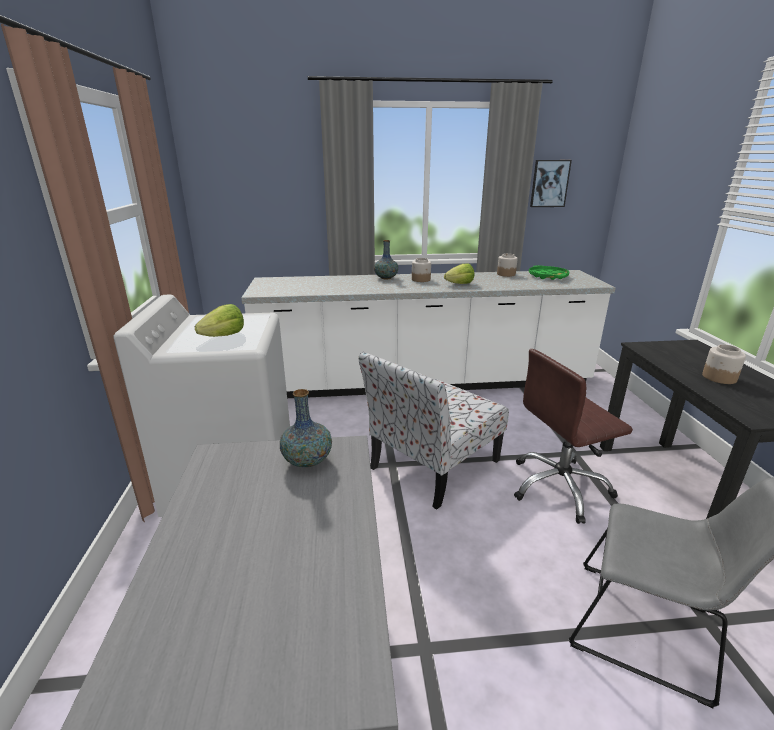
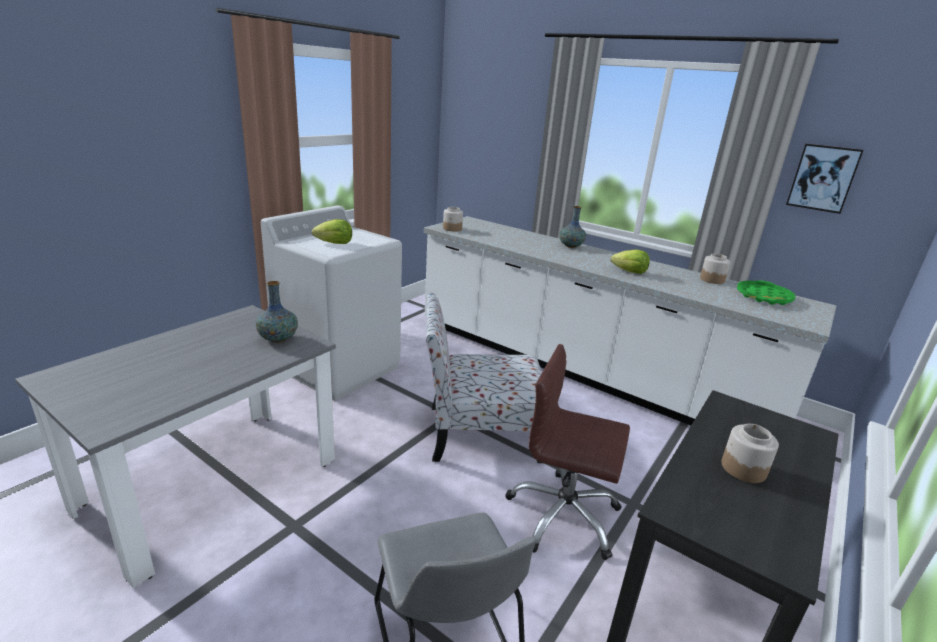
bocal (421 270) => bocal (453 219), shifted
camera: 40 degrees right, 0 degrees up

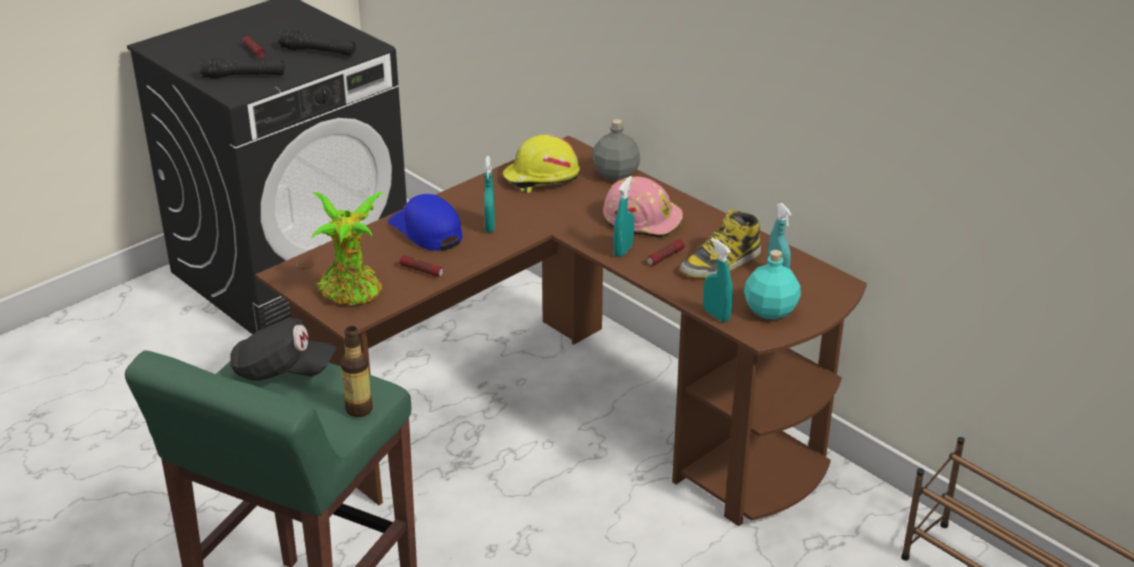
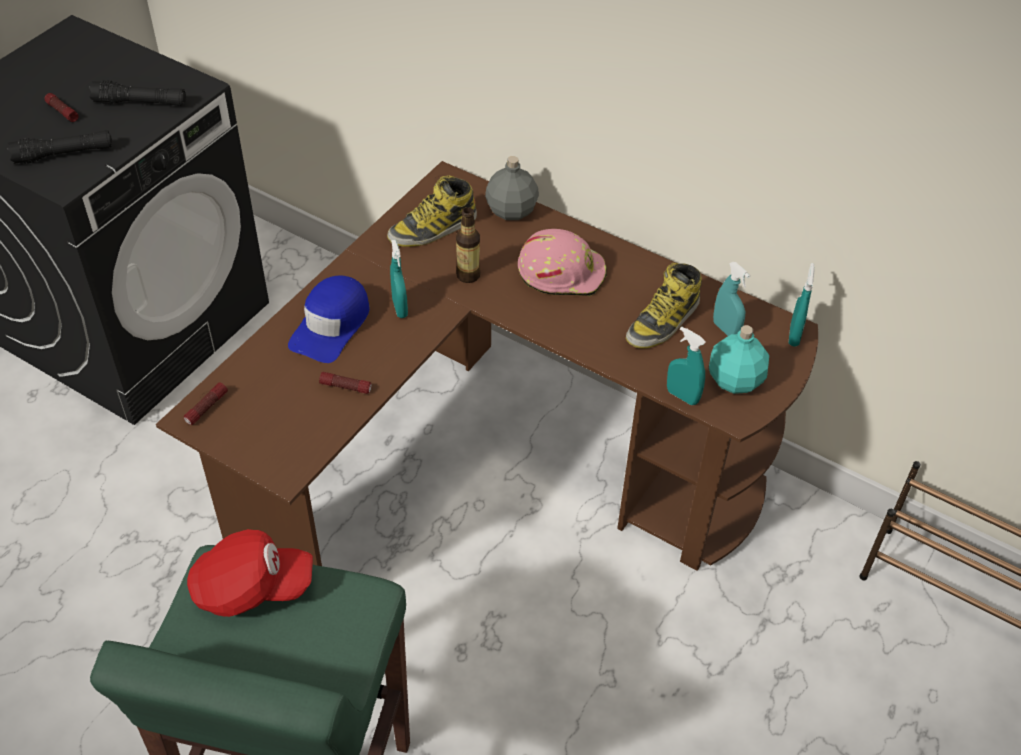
plante en pot (349 248) => nothing
bouteille (356 371) => bouteille (468 245), shifted
vaporisateur (turquoise) (623 216) => vaporisateur (turquoise) (801 305), shifted
lampe de poche (666 252) => lampe de poche (206 403), shifted
casque de chantier (jaune) (541 164) => botte (432 211)
casquette (noir) (283 349) => casquette (rouge) (250 573)
casquette (bleu) (425 222) => casquette (bleu) (329 319), 105 degrees counterclockwise
camera: 15 degrees left, 15 degrees up

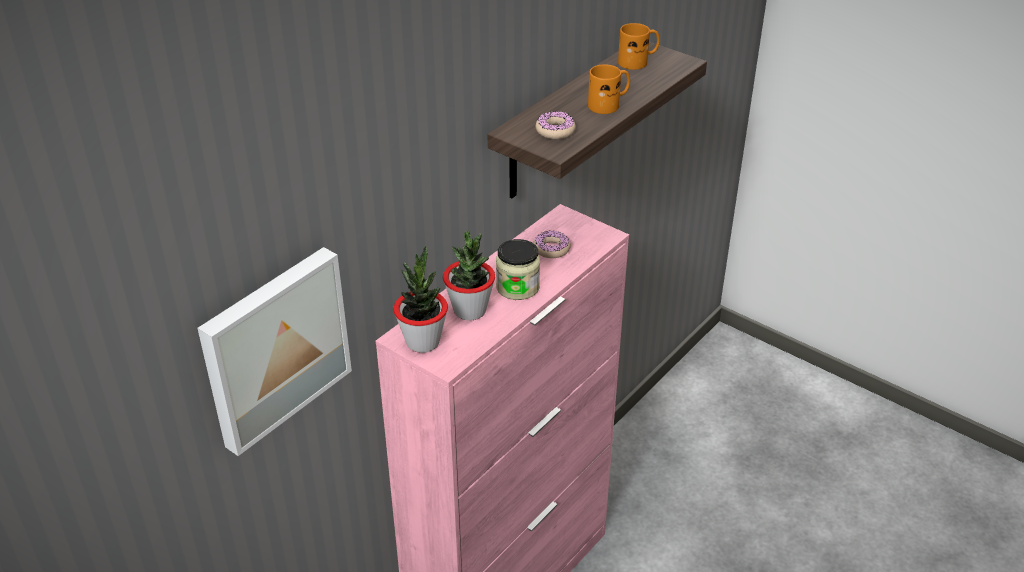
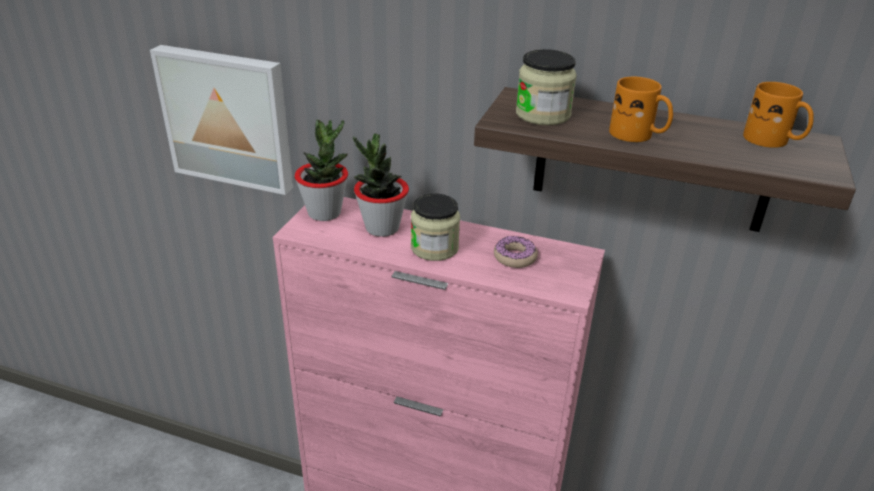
beignet (556 125) => bocal (546 87)
camera: 70 degrees right, 5 degrees down

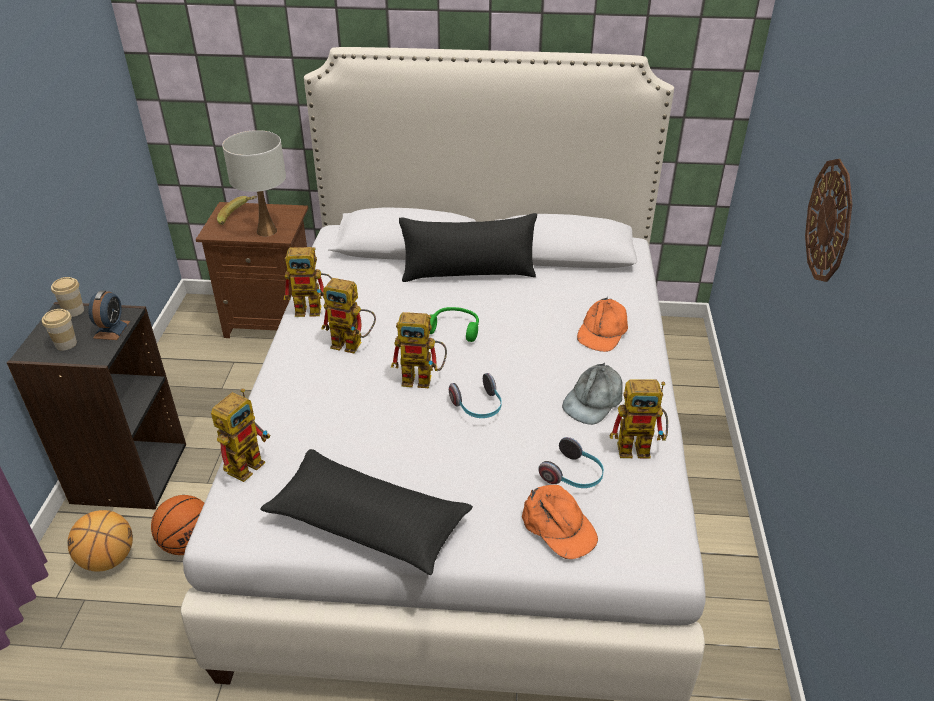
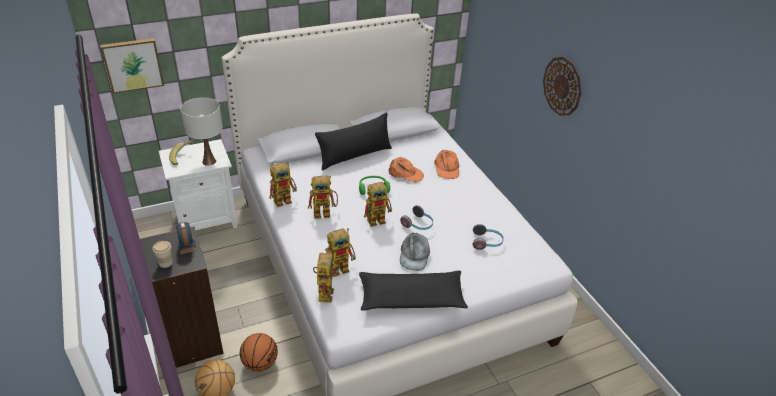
tasse (67 297) => nothing
nothing => tableau (132 66)
casquette (orange) (560 522) => casquette (orange) (406 169), shifted
casquette (gris) (592 394) => casquette (gris) (415 251), shifted
robot jouet (639 419) => robot jouet (341 252), shifted
table de chevet (marron) (252 270) => table de chevet (blanc) (198 184)
camera: 30 degrees left, 0 degrees up

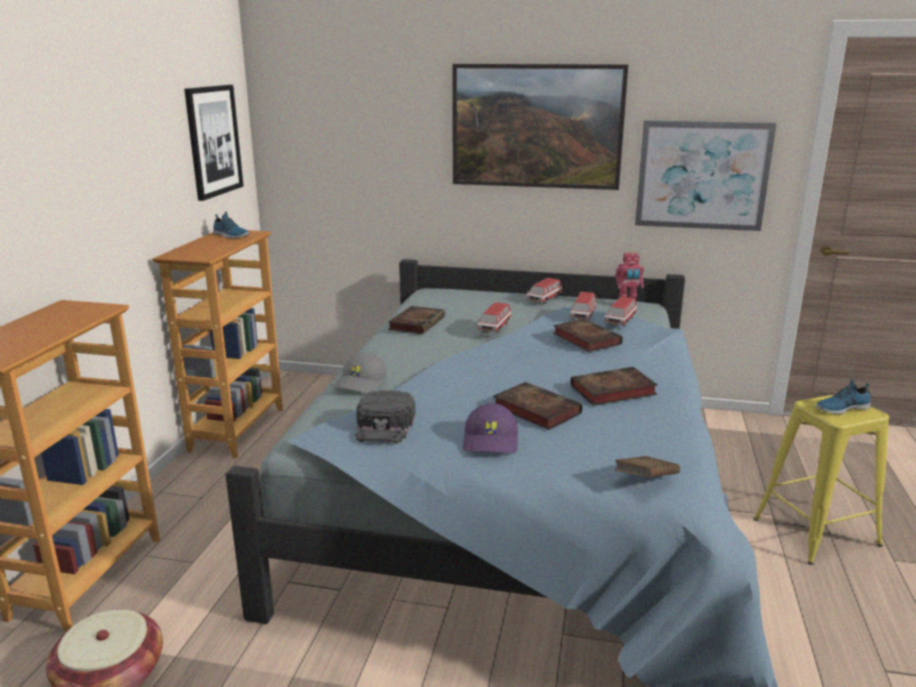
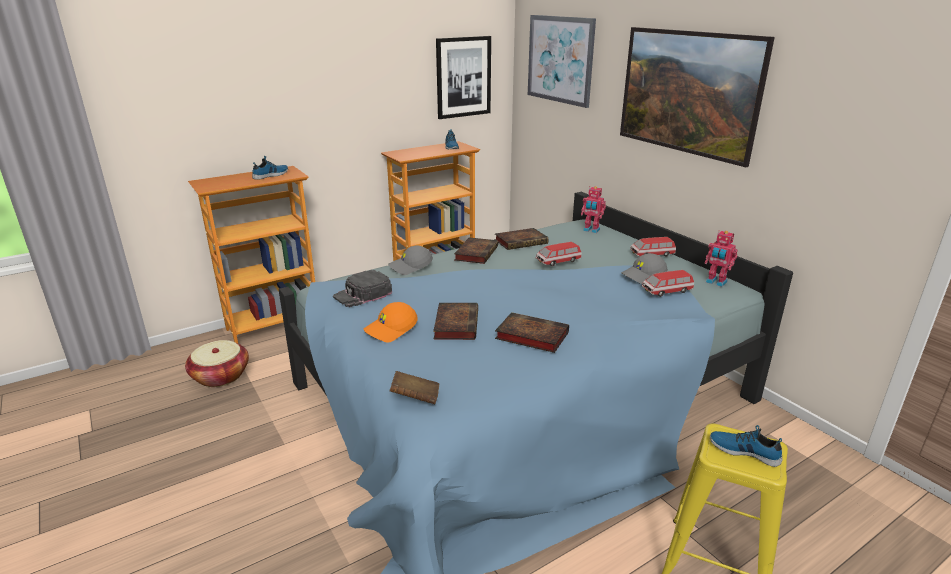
nothing => chaussure (270 168)
nothing => robot jouet (593 209)
livre (588 335) => livre (476 250), shifted
tableau (705 175) => tableau (562 61), shifted
petite voiture (582 306) => casquette (gris) (644 268)
casquette (violet) (490 428) => casquette (orange) (391 322)
camera: 45 degrees right, 5 degrees up

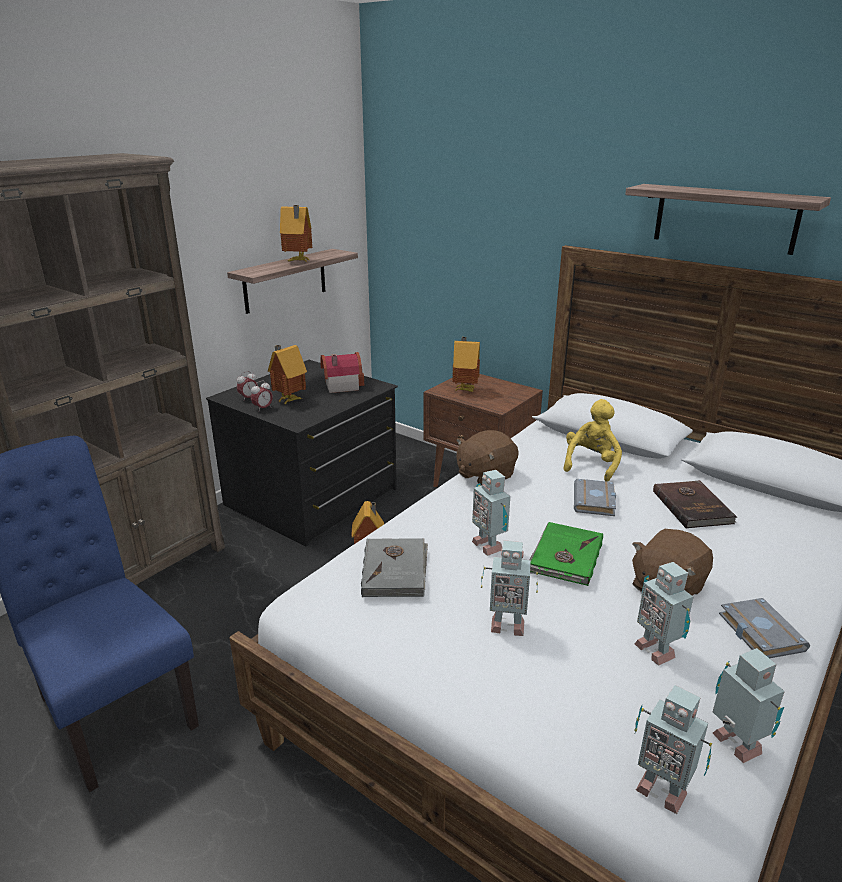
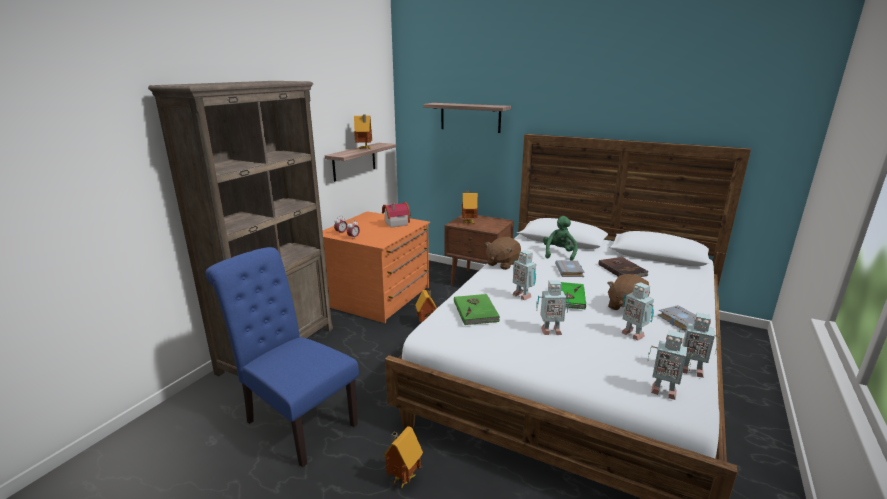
maison miniature (287 375) => maison miniature (403 457), shifted
étagère (728 219) => étagère (467 118), shifted
commode (noir) (302 453) => commode (orange) (376 267)
livre (gris) (394 567) => livre (vert) (477 309)
peluche (jaune) (593 440) => peluche (vert) (560 238)
robot jouet (749 705) => robot jouet (699 345), 150 degrees clockwise
camera: 10 degrees left, 5 degrees down

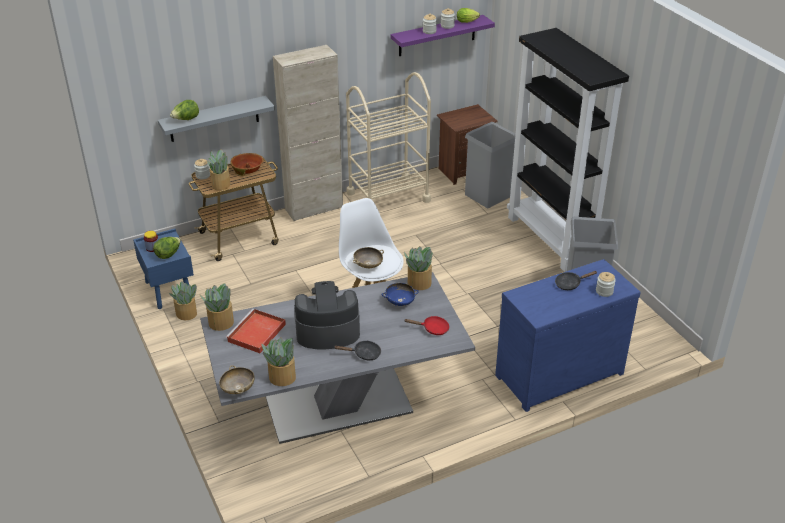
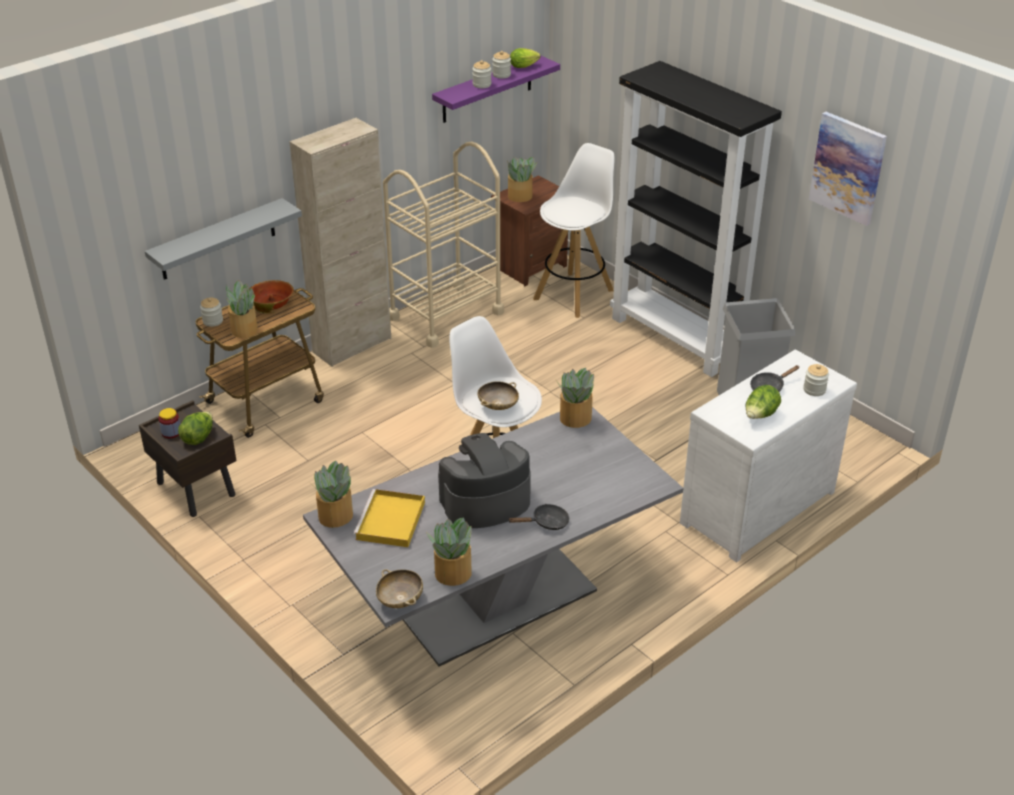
bol (bleu) (400 294) => nothing
poêle (rouge) (426 325) => nothing
nothing => tableau (848 169)
plante en pot (183 300) => plante en pot (522 179), shifted
laitue (184 110) => laitue (763 402), shifted
poubelle (gris) (490 165) => tabouret (blanc) (574 230)
table de chevet (bleu) (163 269) => table de chevet (marron) (187 458)
plateau (rouge) (256 331) => plateau (jaune) (389 518)
commode (bleu) (568 335) => commode (blanc) (768 455)
camera: 15 degrees left, 0 degrees up

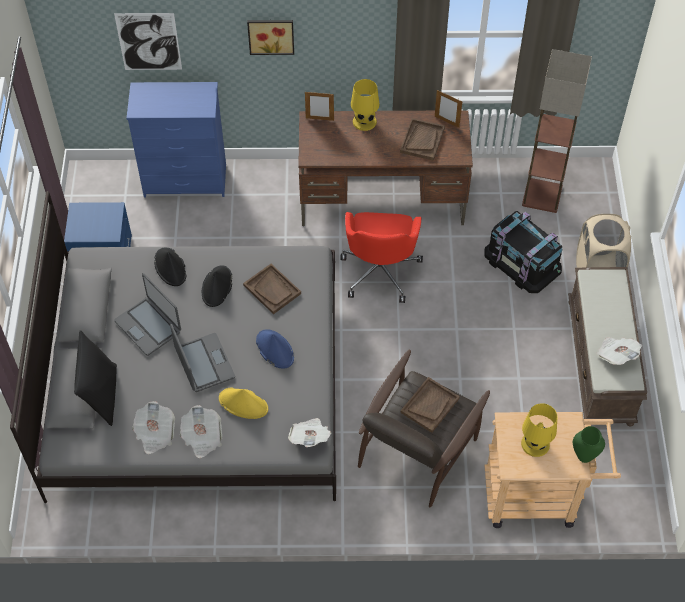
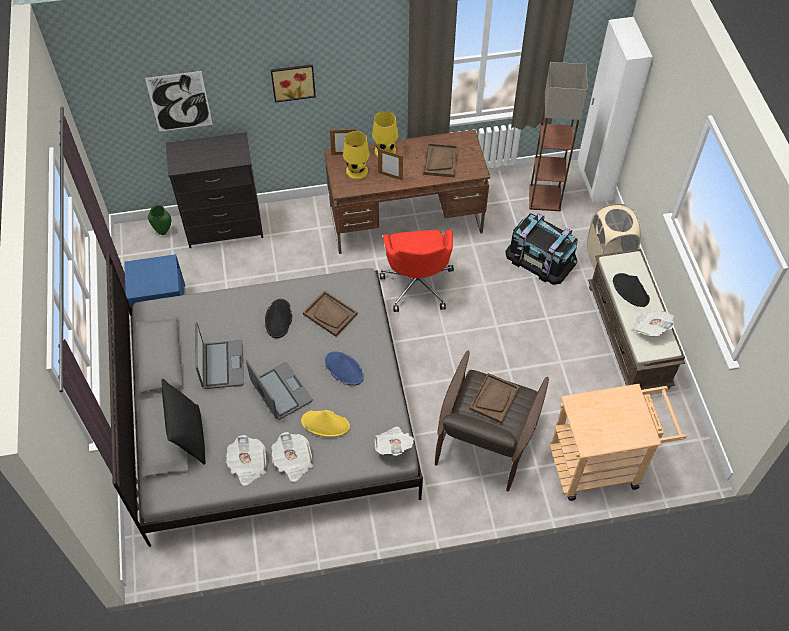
nothing => armoire (blanc) (615 110)
chapeau (noir) (170 267) => chapeau (noir) (631 290), shifted
cadre photo (448 109) => cadre photo (390 164), shifted
lampe de table (jaune) (539 430) => lampe de table (jaune) (356 155), shifted
vase (vert) (589 444) => vase (vert) (159 220), shifted
commode (bleu) (176 139) => commode (noir) (214 190)
ordinateur portable (147 314) => ordinateur portable (219 355), 135 degrees counterclockwise
camera: 10 degrees left, 0 degrees up

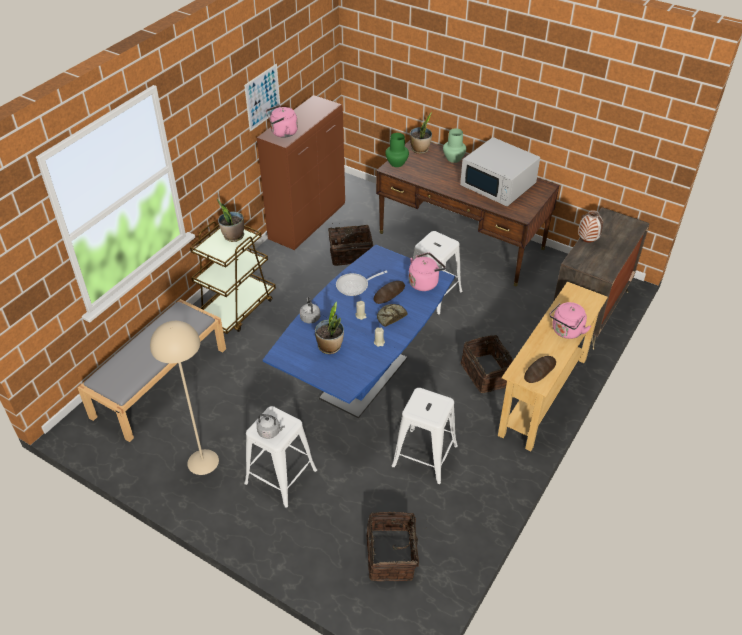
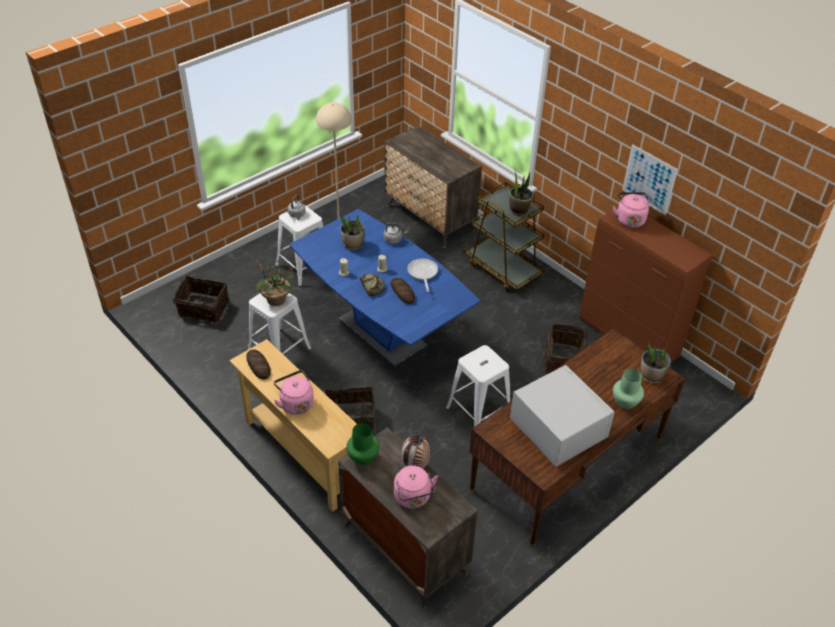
nothing => plante en pot (275 283)
vase (vert) (397 150) => vase (vert) (362 444), shifted
bouilloire (rose) (427 271) => bouilloire (rose) (416 487), shifted
banc (gris) (152 370) => commode (433 187)
micro-ondes (blanc) (500 171) => micro-ondes (blanc) (562 416), 90 degrees clockwise
camera: 105 degrees right, 0 degrees up

